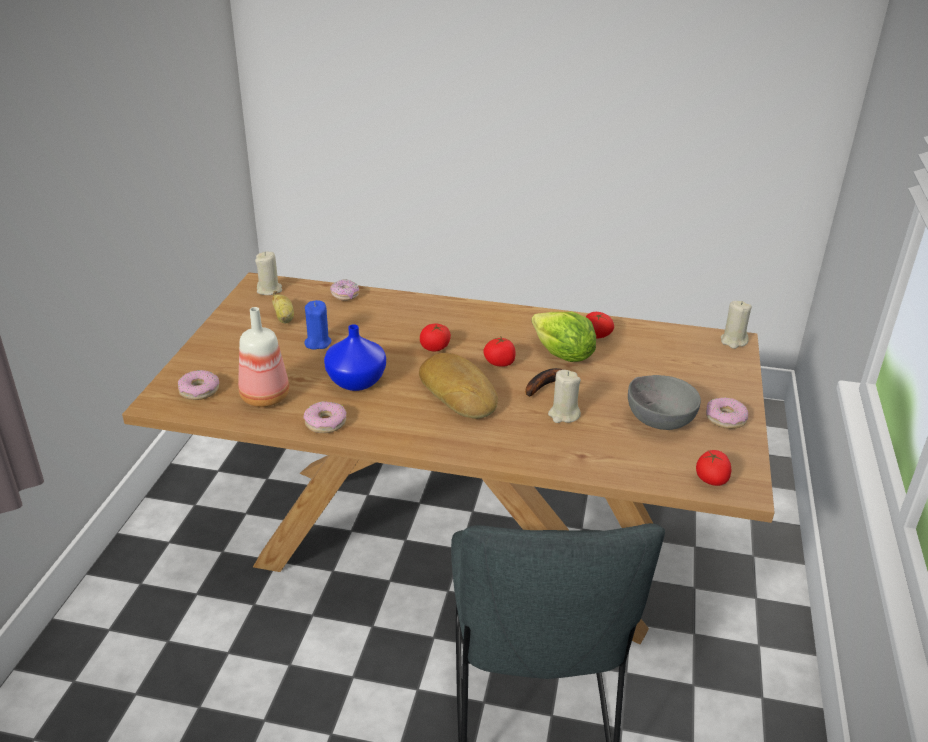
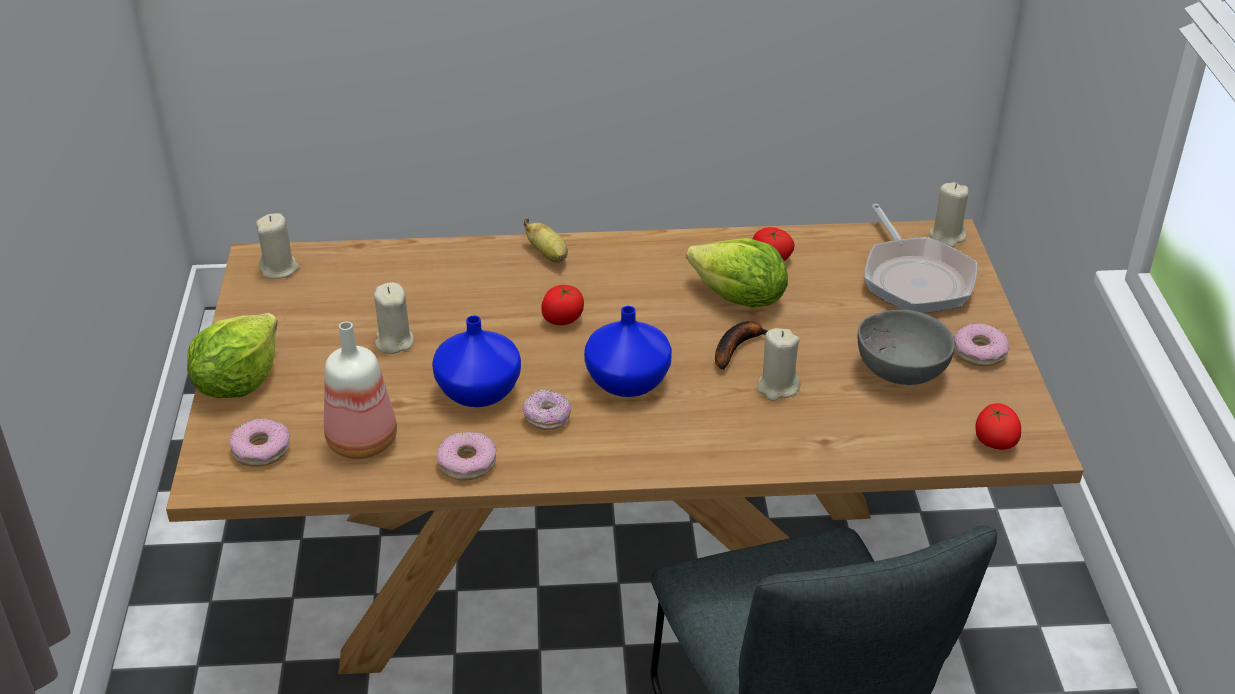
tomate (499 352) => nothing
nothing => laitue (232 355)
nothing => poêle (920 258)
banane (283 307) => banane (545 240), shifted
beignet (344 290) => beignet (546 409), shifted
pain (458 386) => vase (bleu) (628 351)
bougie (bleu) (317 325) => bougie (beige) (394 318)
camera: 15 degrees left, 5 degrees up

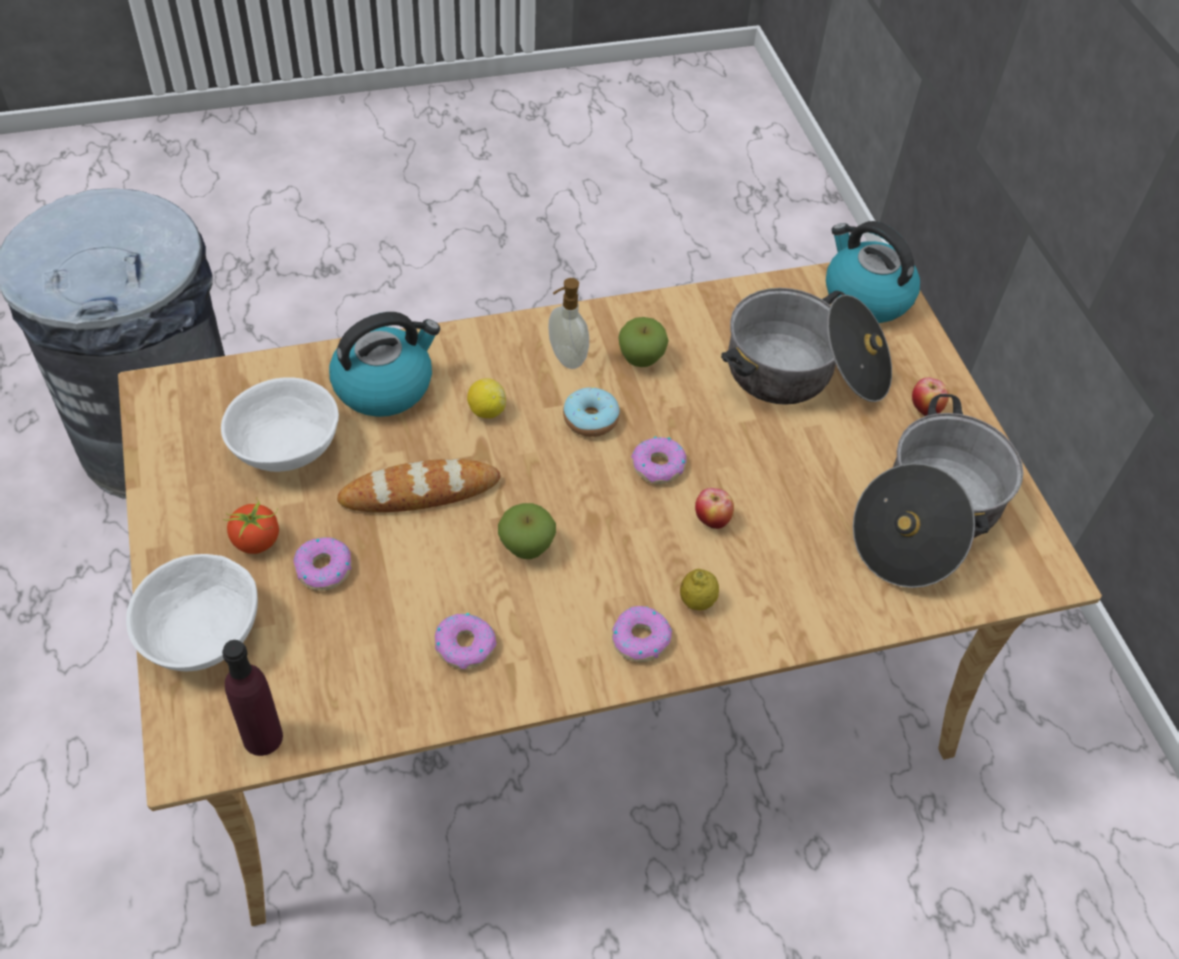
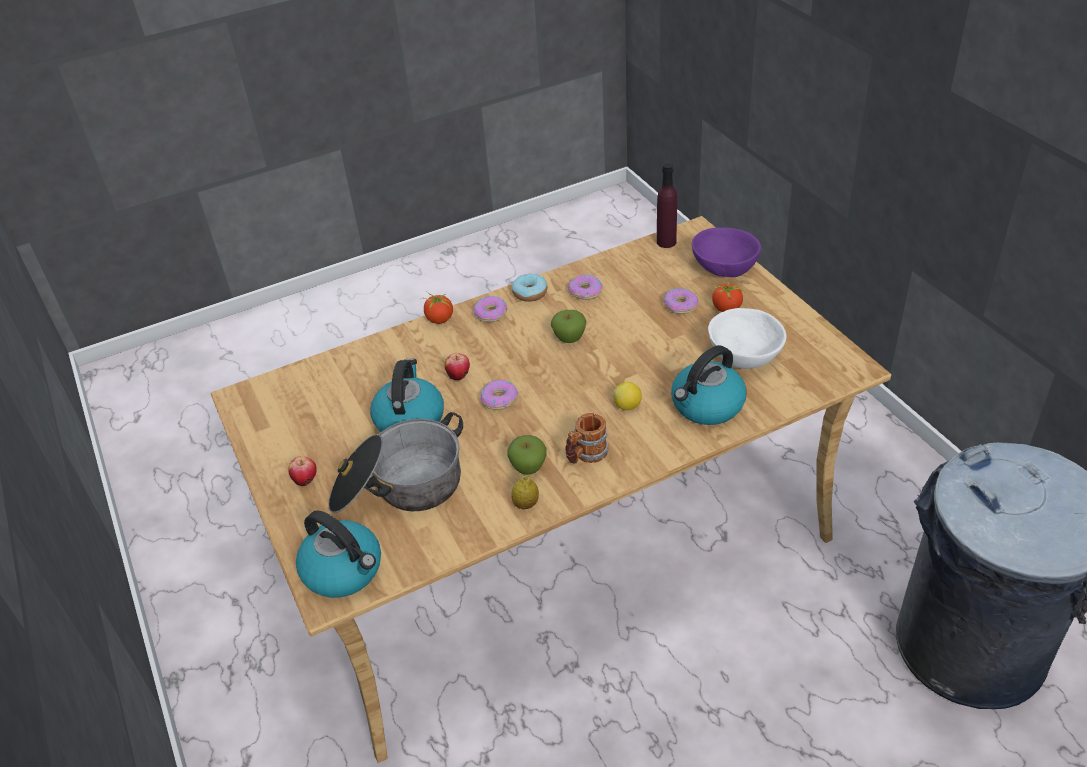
pain (418 485) => nothing
marmite (938 491) => nothing
nothing => bouilloire (407 395)
nothing => tomate (436 307)
beignet (591 412) => beignet (530 288), shifted
citron (699 590) => citron (525 492), shifted
distributeur de savon (568 323) => mug (587 438)
bol (blanc) (192 612) => bol (violet) (726 252)
camera: 175 degrees right, 10 degrees down

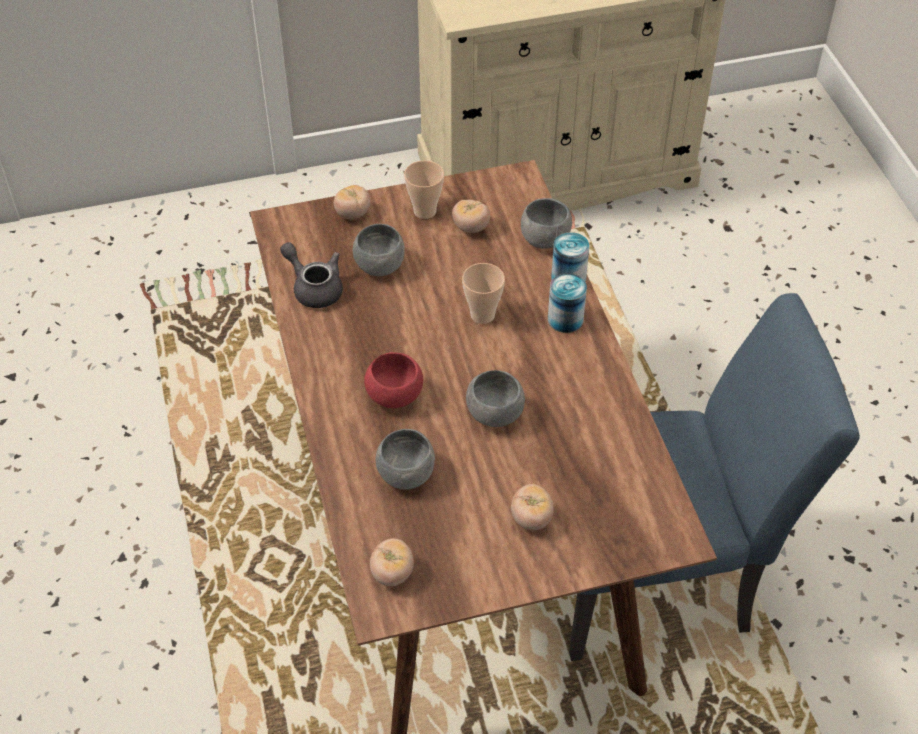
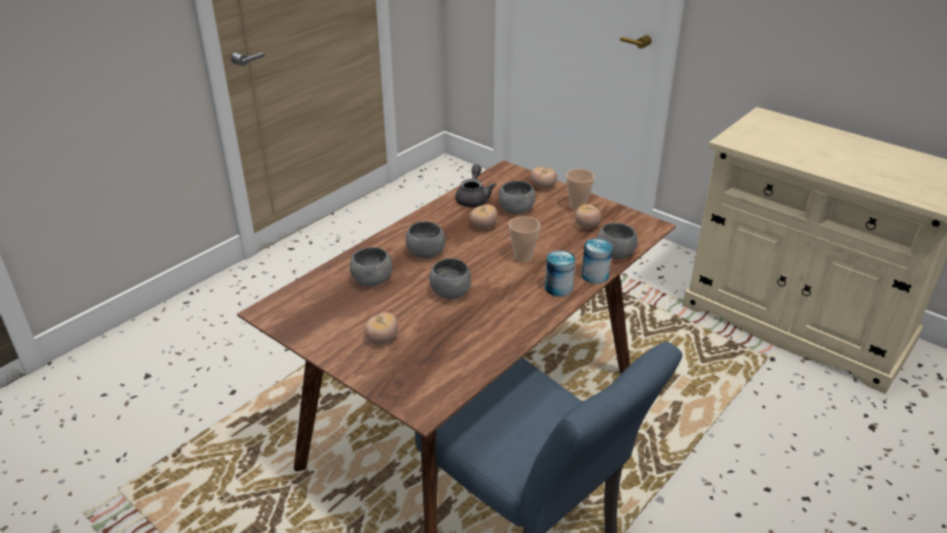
tomate (392 562) => tomate (484 216), shifted
bol (rouge) (393 380) => bol (gris) (425 239)
camera: 55 degrees right, 15 degrees down

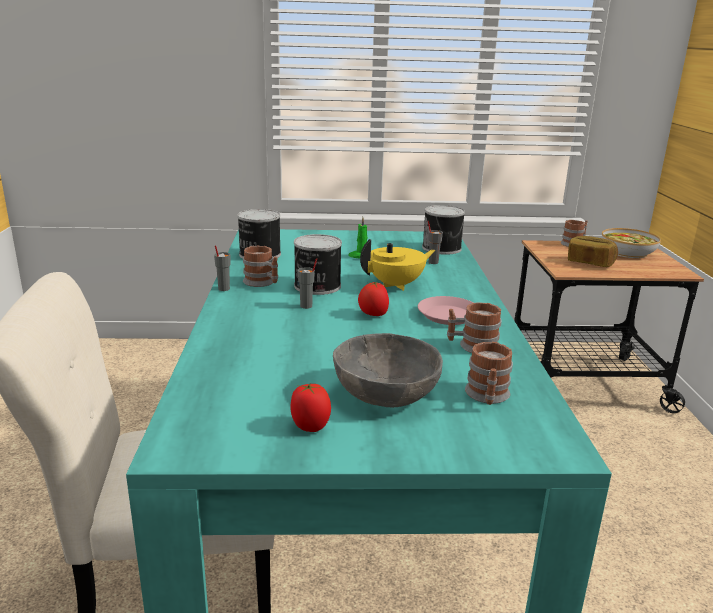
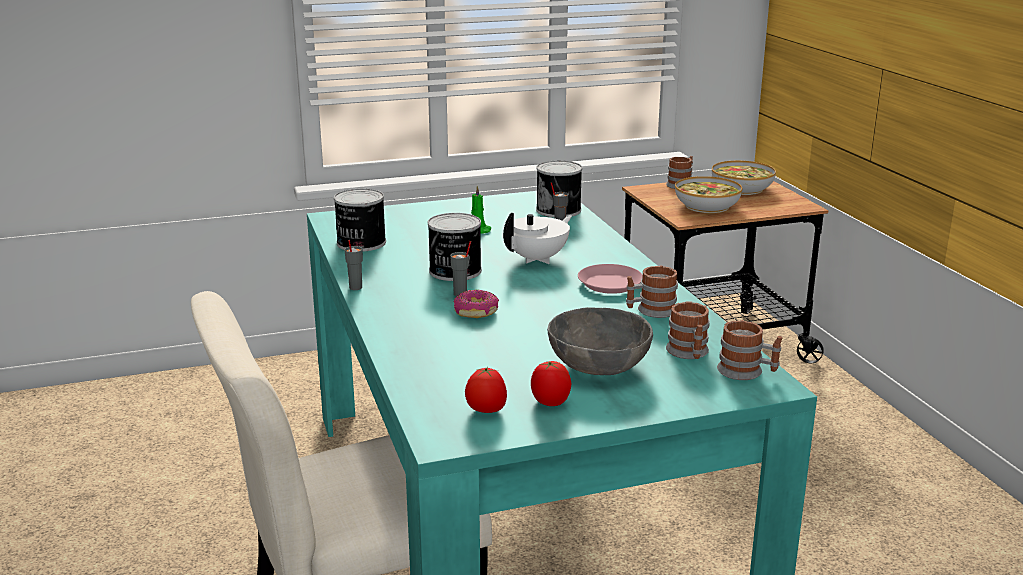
nothing => beignet (476 304)
mug (260 266) => mug (750 350), shifted
tomate (373 299) => tomate (486 390), shifted
pain (593 251) => bol (708 194)
théière (jaune) (397 265) => théière (blanc) (537 238)
camera: 15 degrees left, 0 degrees up

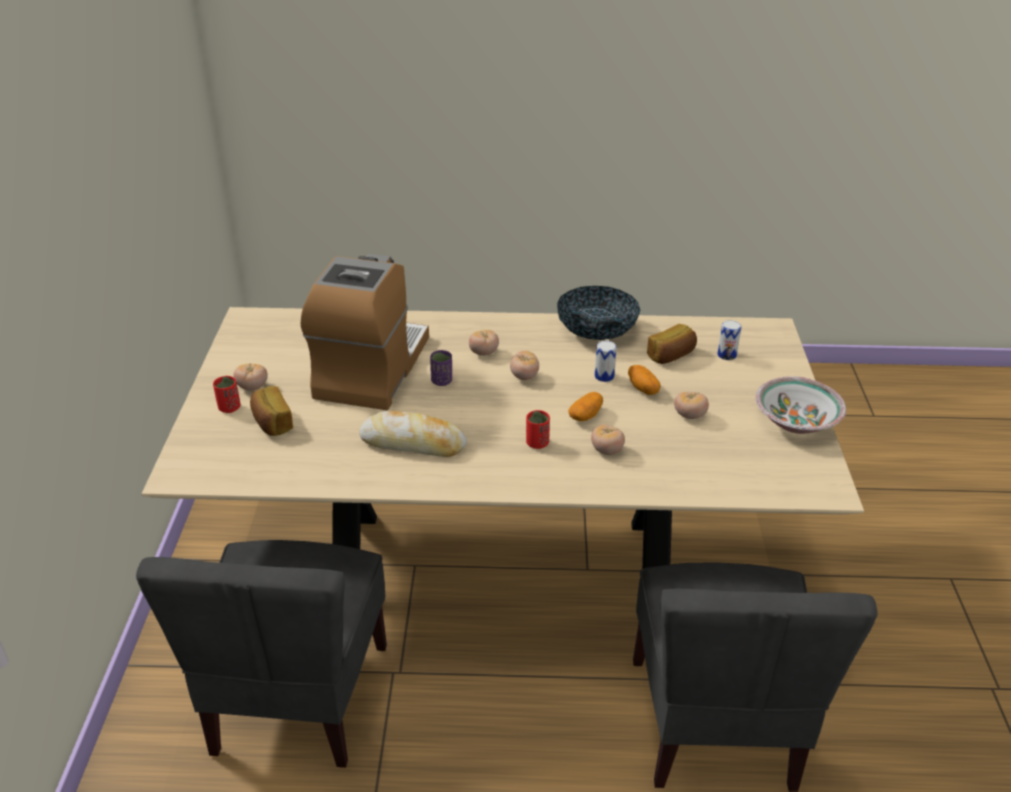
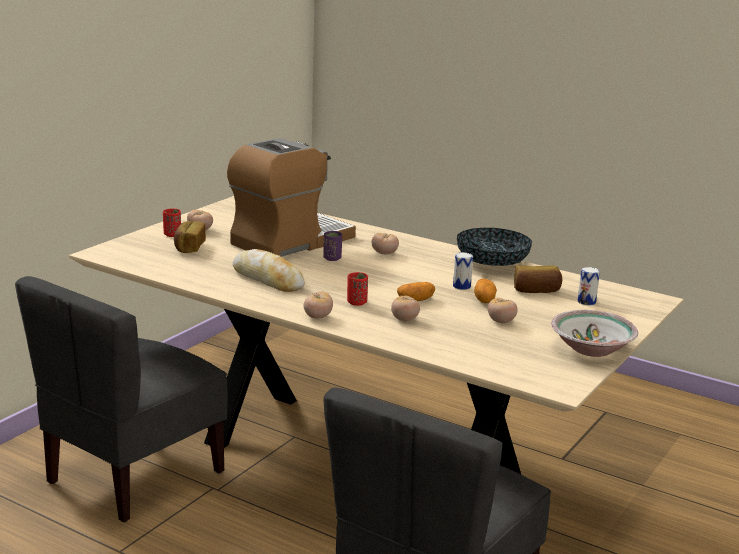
tomate (524 365) => tomate (318 305), shifted
camera: 30 degrees right, 15 degrees down

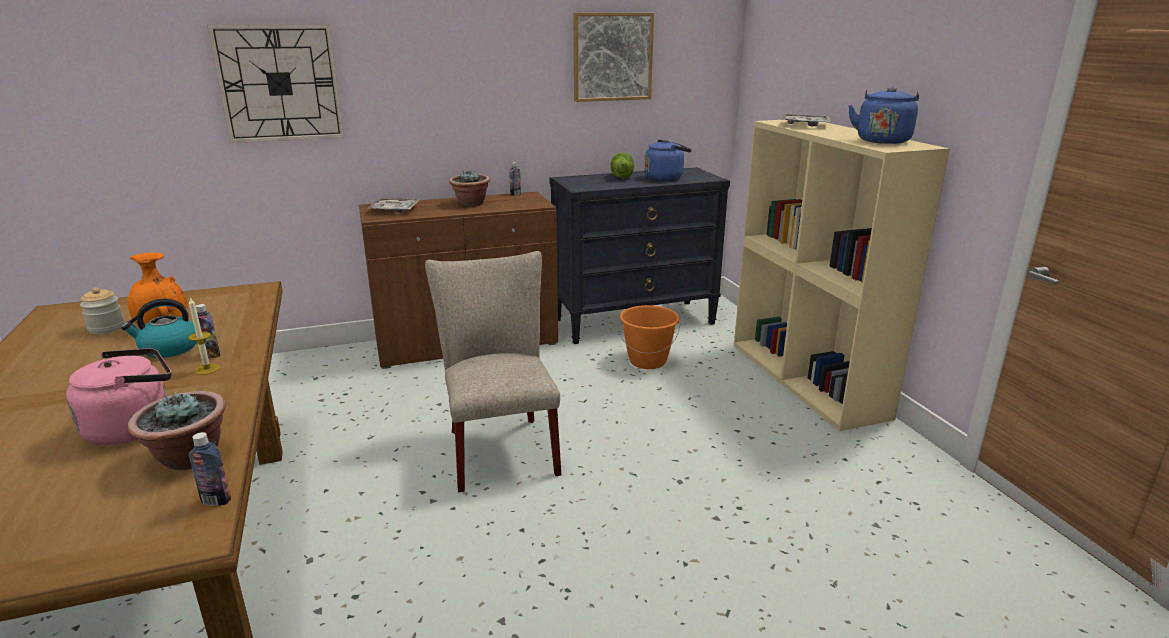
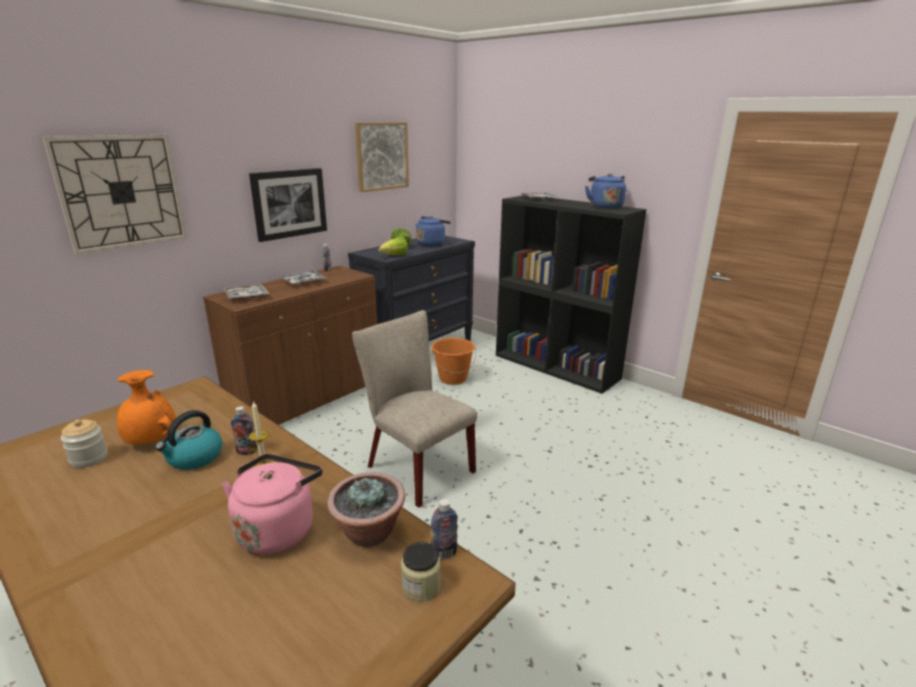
nothing => tableau (288 205)
nothing => laitue (393 246)
nothing => bocal (421 571)
plante en pot (469 188) => plateau (304 277)
bibliothèque (beige) (842 275) => bibliothèque (noir) (571 294)
camera: 30 degrees left, 0 degrees up

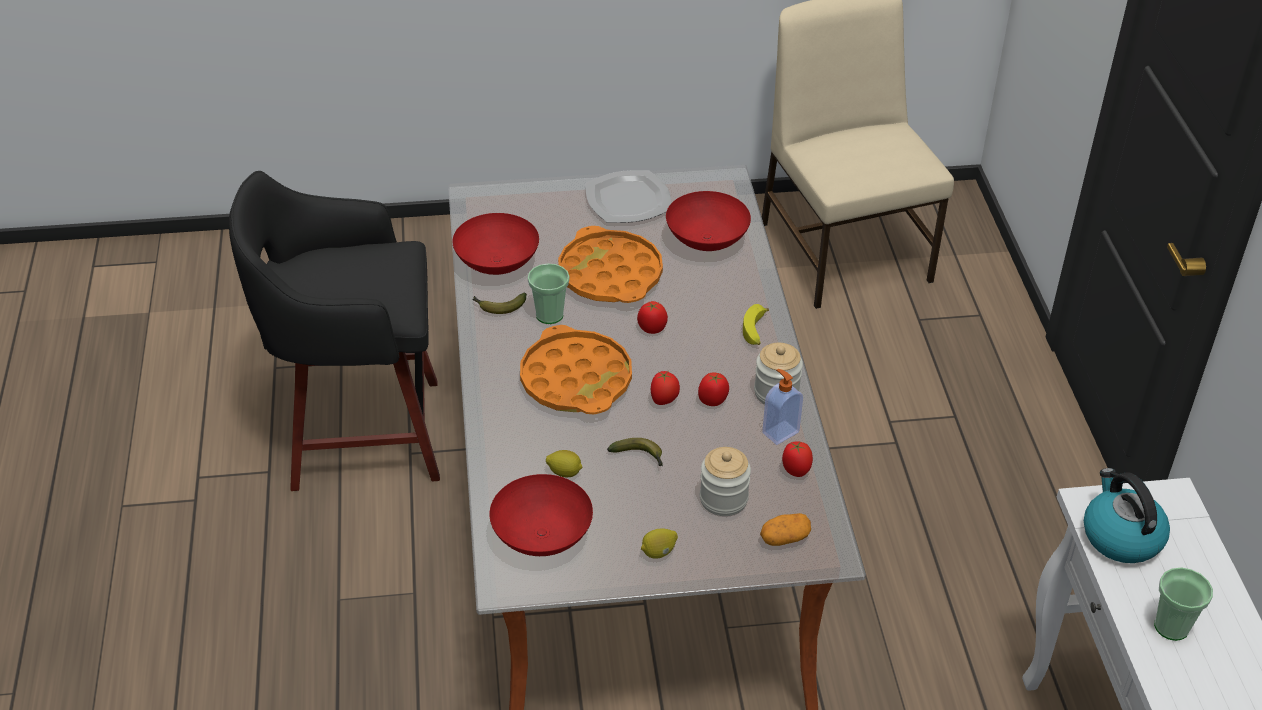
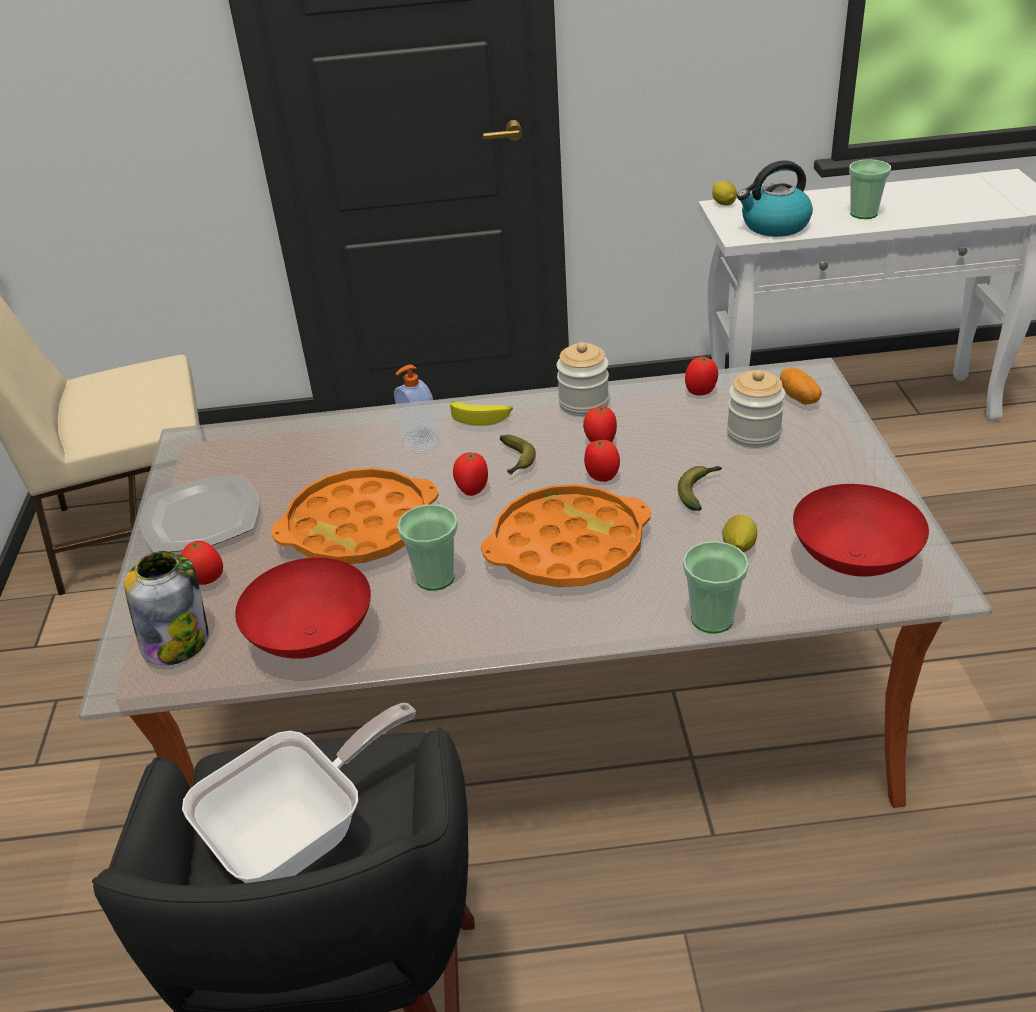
bol (rouge) (708 221) => nothing
nothing => bocal (166 608)
nothing => tomate (202 563)
nothing => poêle (299 793)
nothing => tasse (716 587)
banane (499 303) => banane (518 455), shifted
citron (659 543) => citron (724 193), shifted
distributeur de savon (782 407) => distributeur de savon (416 409), shifted
camera: 85 degrees left, 5 degrees down

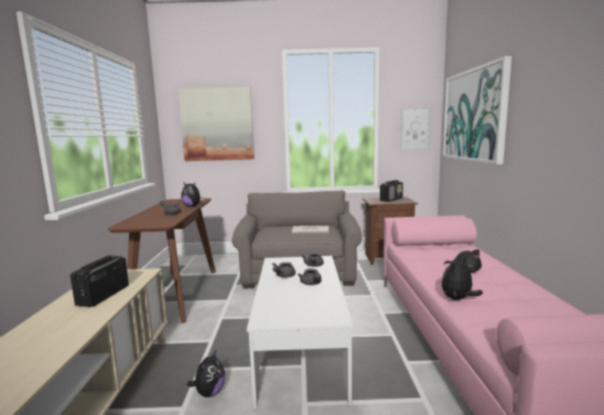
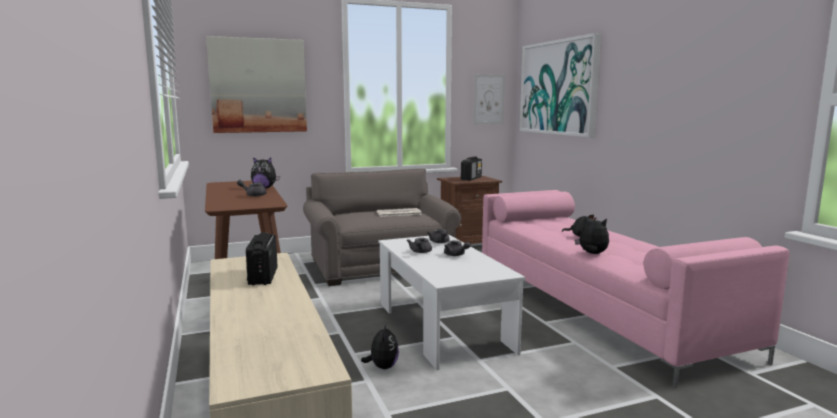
peluche (462 278) => peluche (592 235), 90 degrees clockwise
camera: 20 degrees left, 0 degrees up

